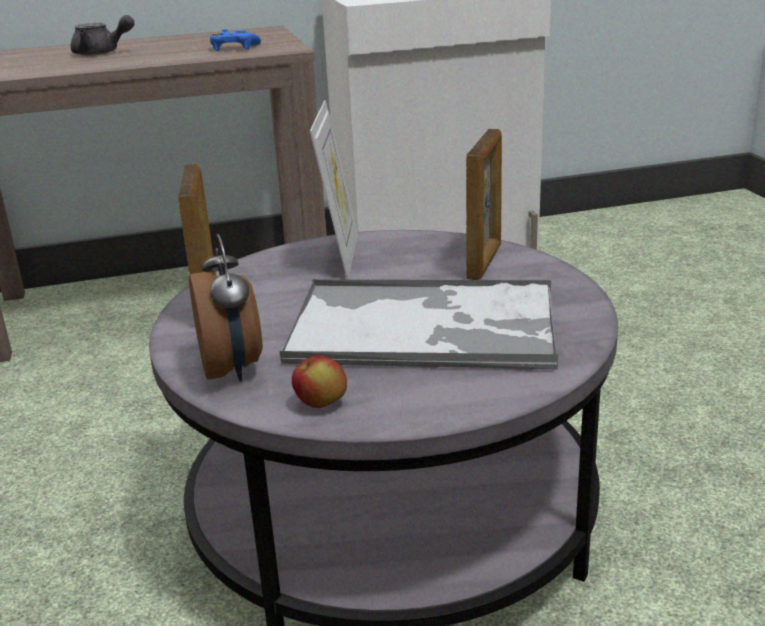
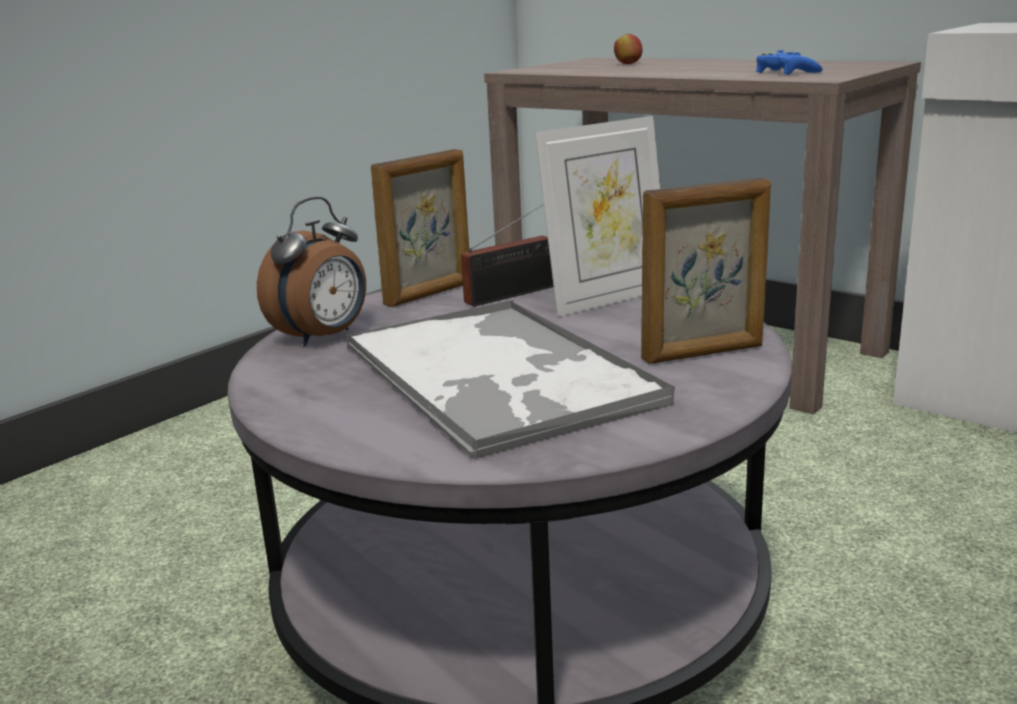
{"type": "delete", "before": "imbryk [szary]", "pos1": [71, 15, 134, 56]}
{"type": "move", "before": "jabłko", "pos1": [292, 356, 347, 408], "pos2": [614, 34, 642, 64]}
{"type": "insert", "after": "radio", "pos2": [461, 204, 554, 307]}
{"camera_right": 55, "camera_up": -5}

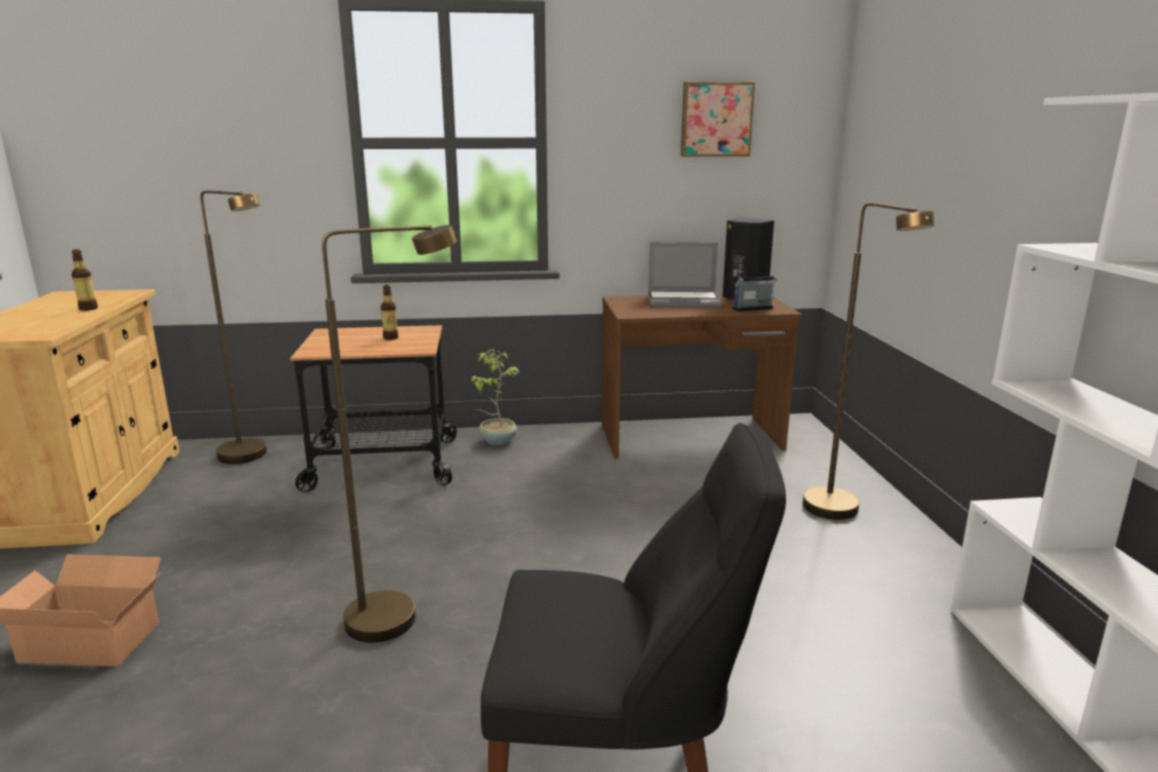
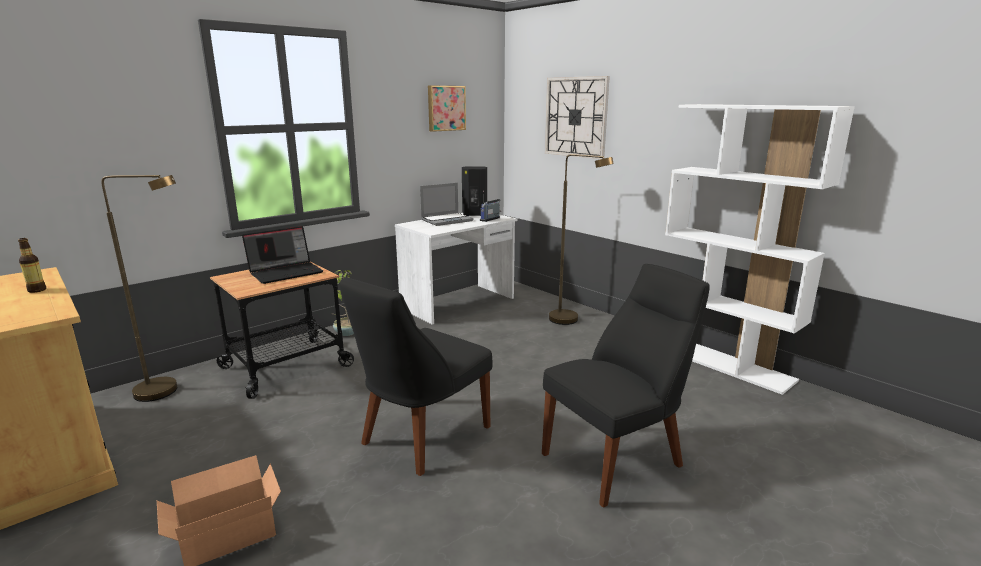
{"type": "replace", "before": "lampa stojąca [brązowy]", "after": "krzesło [czarny]", "pos1": [322, 225, 457, 642], "pos2": [340, 278, 493, 476]}
{"type": "replace", "before": "butelka", "after": "laptop", "pos1": [381, 285, 398, 340], "pos2": [242, 226, 323, 284]}
{"type": "recolor", "before": "biurko [brązowy]", "after": "biurko [biały]", "pos1": [602, 294, 802, 459], "pos2": [395, 213, 518, 325]}
{"type": "insert", "after": "zegar ścienny", "pos2": [545, 76, 610, 159]}
{"camera_right": -35, "camera_up": 0}

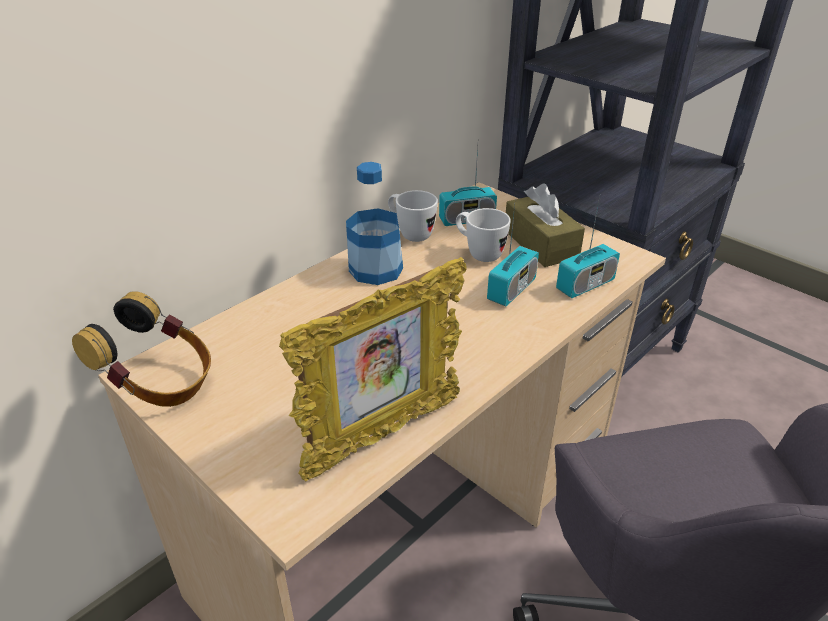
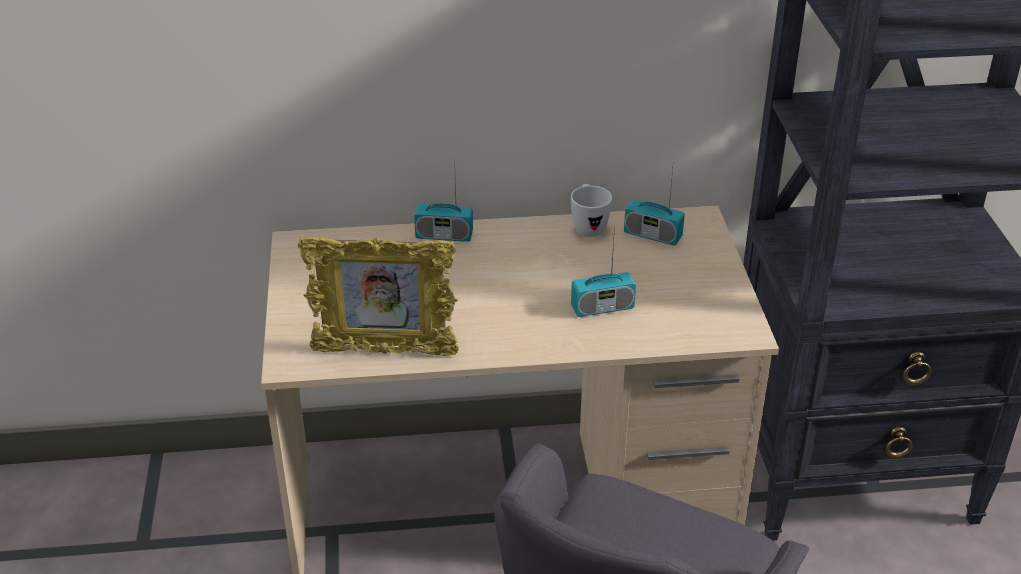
{"type": "delete", "before": "słuchawki", "pos1": [72, 291, 211, 407]}
{"type": "delete", "before": "butelka", "pos1": [346, 162, 403, 285]}
{"type": "delete", "before": "kubek [biały]", "pos1": [456, 208, 511, 262]}
{"type": "delete", "before": "pudełko chusteczek [brązowy]", "pos1": [506, 183, 585, 267]}
{"type": "move", "before": "radio", "pos1": [556, 196, 620, 298], "pos2": [414, 159, 473, 242]}
{"camera_right": 40, "camera_up": 0}

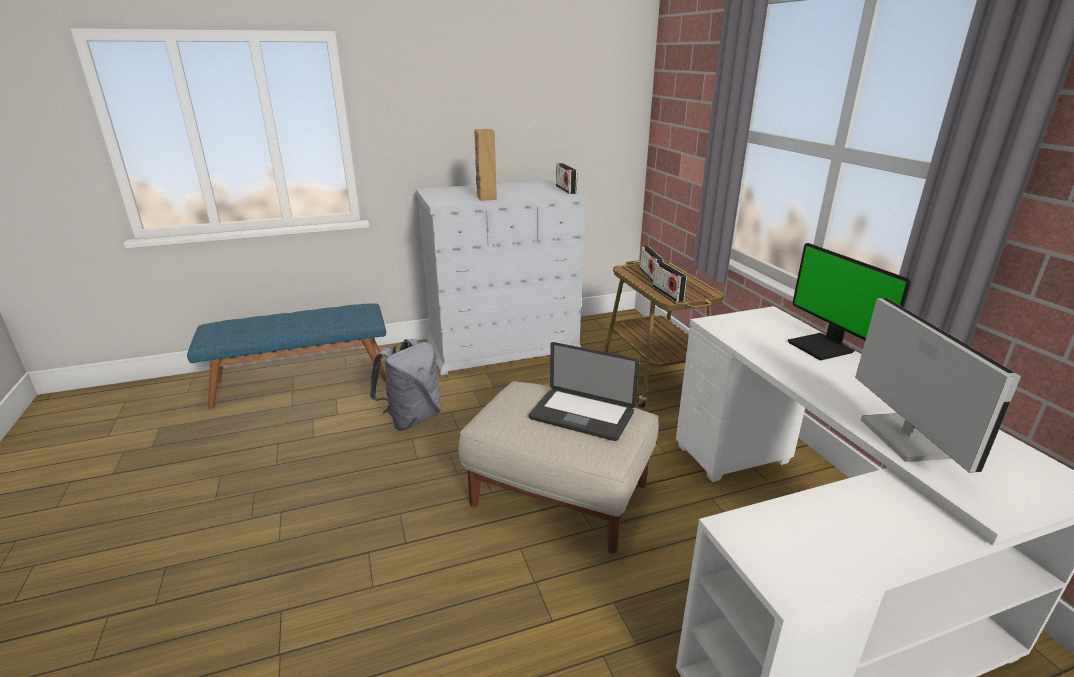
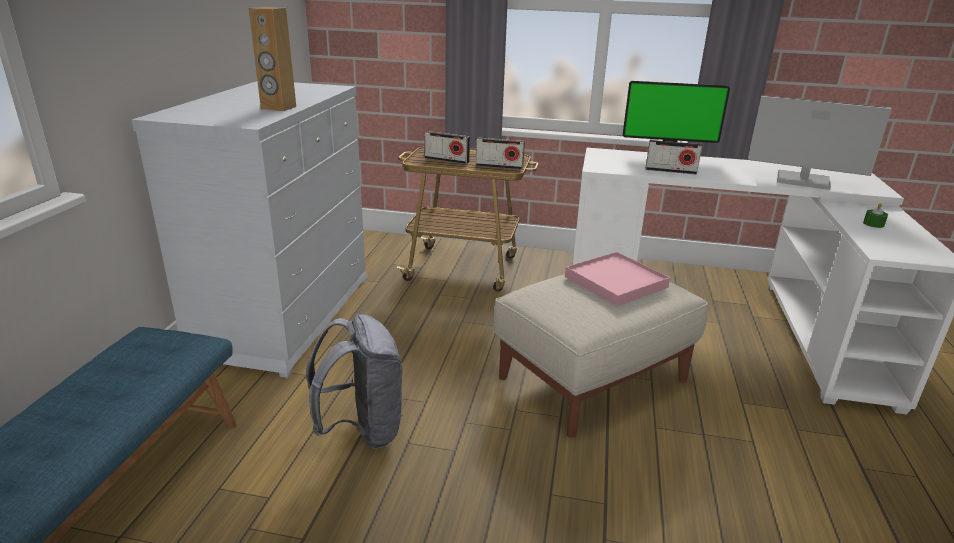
{"type": "replace", "before": "laptop", "after": "taca [różowy]", "pos1": [529, 342, 639, 441], "pos2": [565, 252, 670, 306]}
{"type": "move", "before": "radio", "pos1": [556, 163, 577, 194], "pos2": [646, 140, 702, 174]}
{"type": "insert", "after": "świeca [zielony]", "pos2": [863, 203, 888, 228]}
{"camera_right": -60, "camera_up": 0}

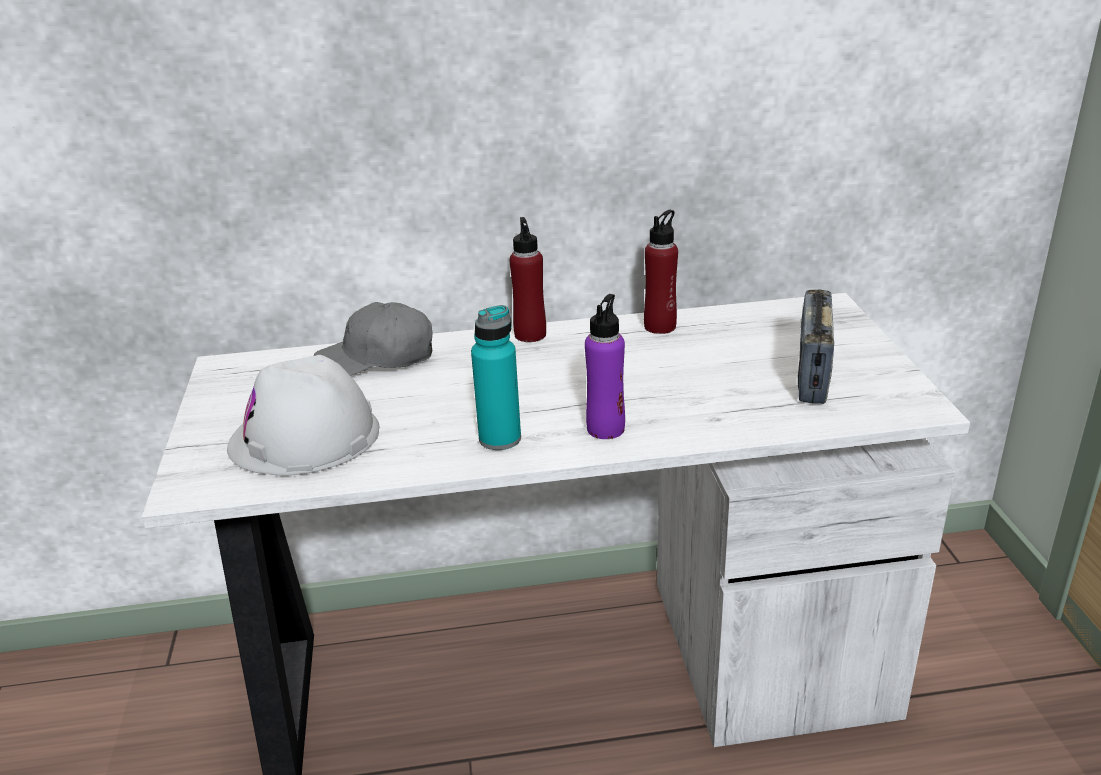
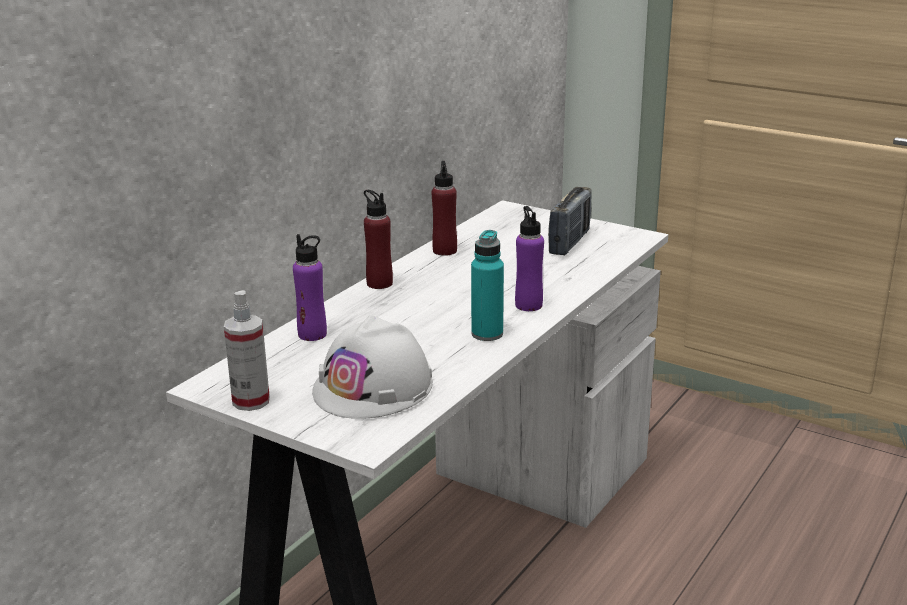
{"type": "replace", "before": "czapka z daszkiem [szary]", "after": "butelka [fioletowy]", "pos1": [314, 302, 432, 376], "pos2": [293, 234, 327, 341]}
{"type": "rotate", "before": "radio", "pos1": [798, 290, 834, 404], "pos2": [548, 187, 592, 255], "turn": -120}
{"type": "insert", "after": "spryskiwacz", "pos2": [224, 290, 270, 411]}
{"camera_right": -50, "camera_up": -5}

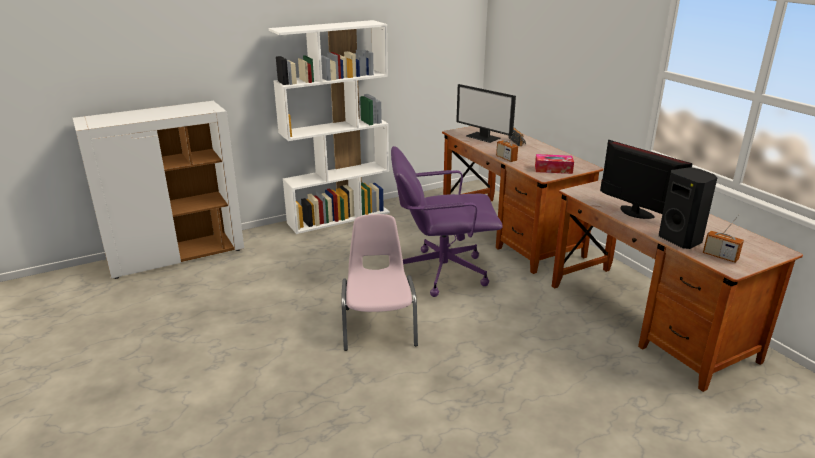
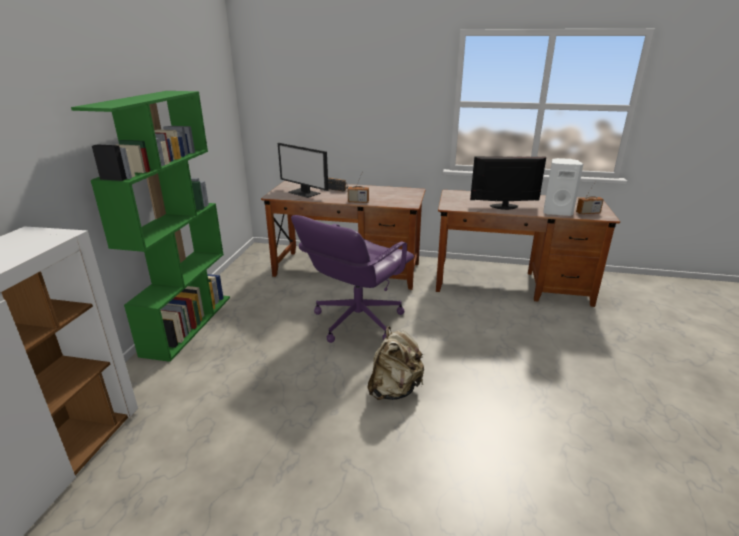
{"type": "recolor", "before": "regał [biały]", "after": "regał [zielony]", "pos1": [269, 20, 390, 234], "pos2": [71, 91, 230, 362]}
{"type": "replace", "before": "krzesło [różowy]", "after": "plecak [beżowy]", "pos1": [341, 214, 418, 351], "pos2": [367, 326, 424, 400]}
{"type": "rotate", "before": "monitor", "pos1": [456, 84, 516, 143], "pos2": [278, 143, 328, 198], "turn": 45}
{"type": "delete", "before": "pudełko chusteczek", "pos1": [535, 154, 574, 174]}
{"type": "recolor", "before": "głośnik [czarny]", "after": "głośnik [biały]", "pos1": [659, 167, 717, 249], "pos2": [543, 158, 583, 216]}
{"camera_right": -50, "camera_up": 0}

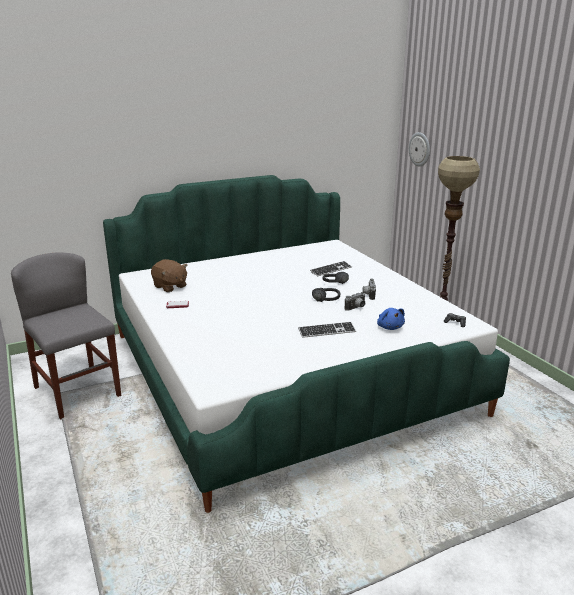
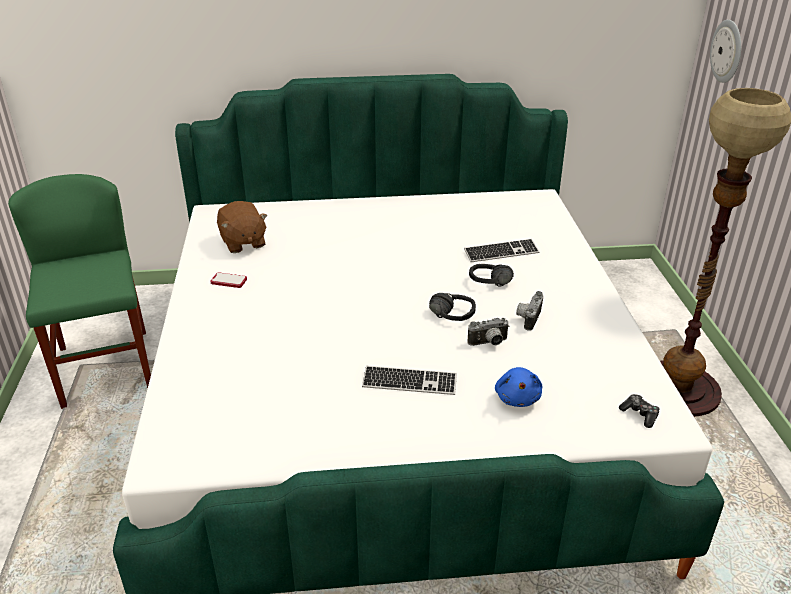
{"type": "recolor", "before": "krzesło [szary]", "after": "krzesło [zielony]", "pos1": [11, 253, 121, 420], "pos2": [8, 174, 151, 409]}
{"camera_right": 20, "camera_up": 10}

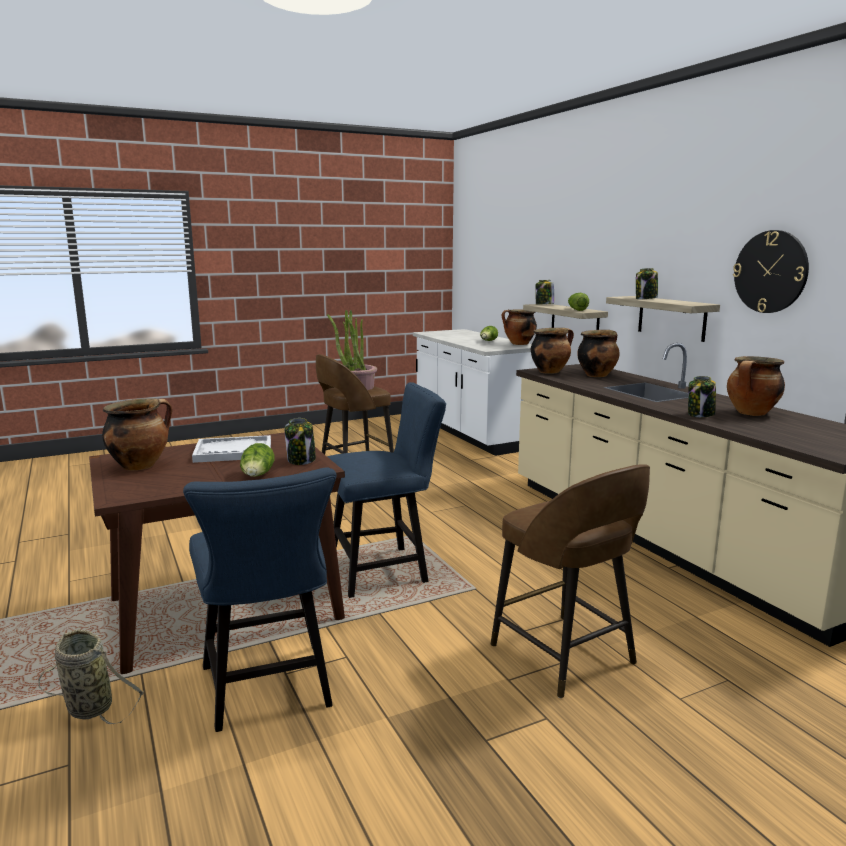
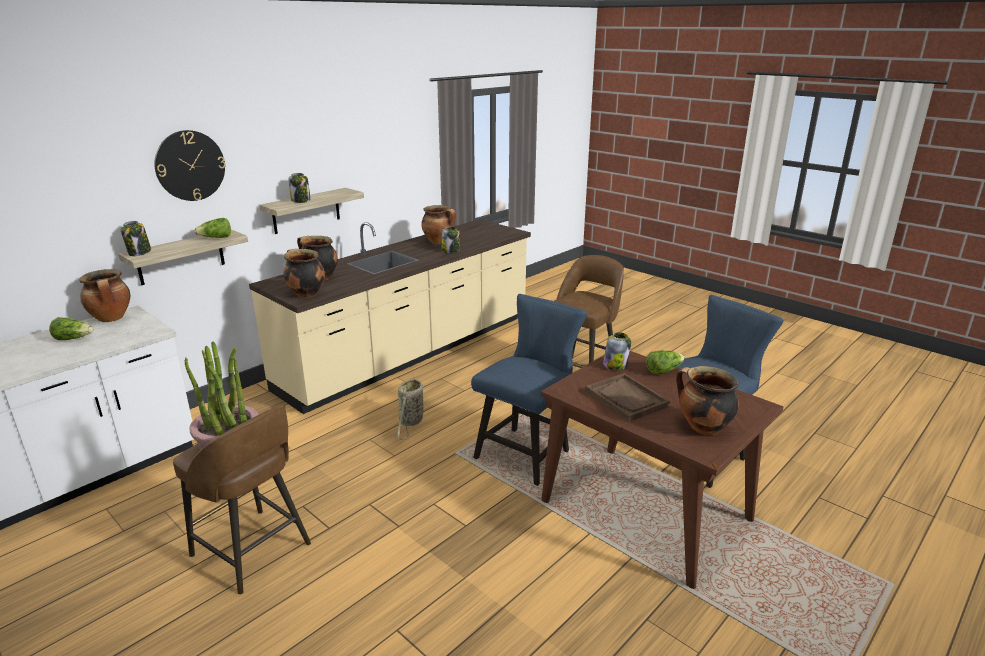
{"type": "move", "before": "koszyk", "pos1": [38, 629, 144, 724], "pos2": [397, 377, 423, 440]}
{"type": "recolor", "before": "taca [biały]", "after": "taca [brązowy]", "pos1": [192, 435, 271, 463], "pos2": [585, 373, 670, 422]}
{"type": "rotate", "before": "krzesło [niebieski]", "pos1": [327, 382, 446, 598], "pos2": [471, 294, 587, 486], "turn": 75}
{"type": "move", "before": "zegar ścienny", "pos1": [733, 230, 809, 313], "pos2": [154, 130, 226, 201]}
{"camera_right": -110, "camera_up": 10}

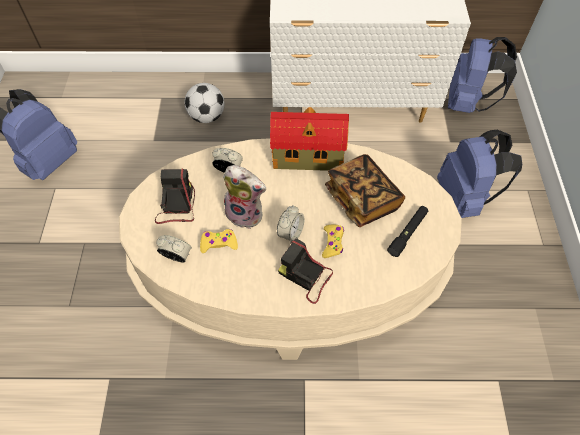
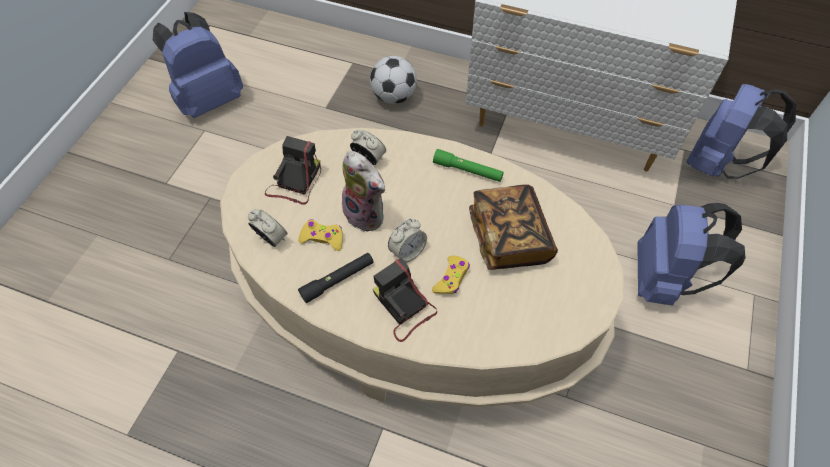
{"type": "replace", "before": "domek", "after": "latarka [zielony]", "pos1": [270, 107, 349, 171], "pos2": [433, 149, 504, 182]}
{"type": "move", "before": "latarka [czarny]", "pos1": [387, 206, 428, 257], "pos2": [298, 253, 374, 303]}
{"camera_right": 20, "camera_up": 0}

